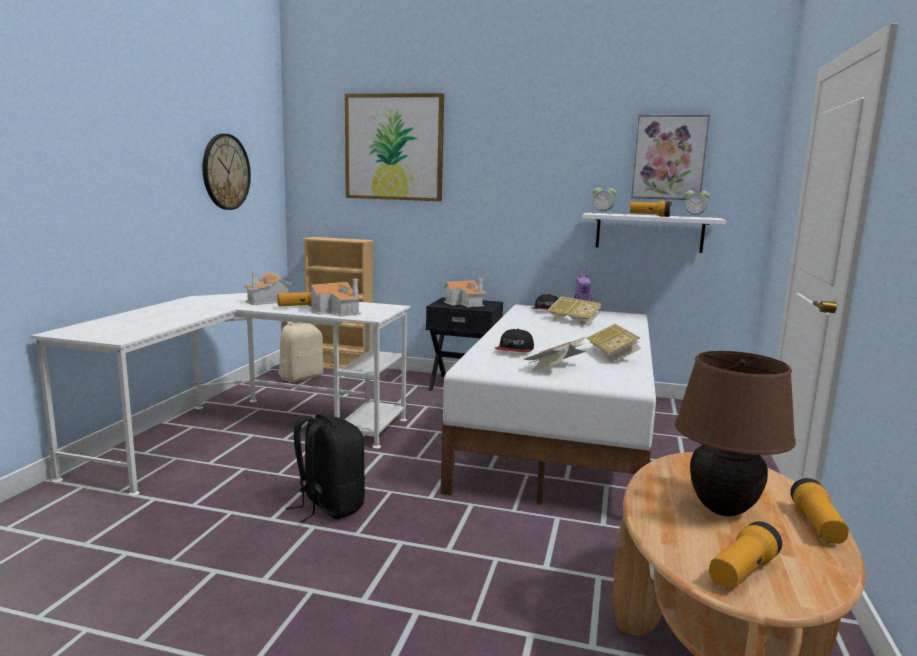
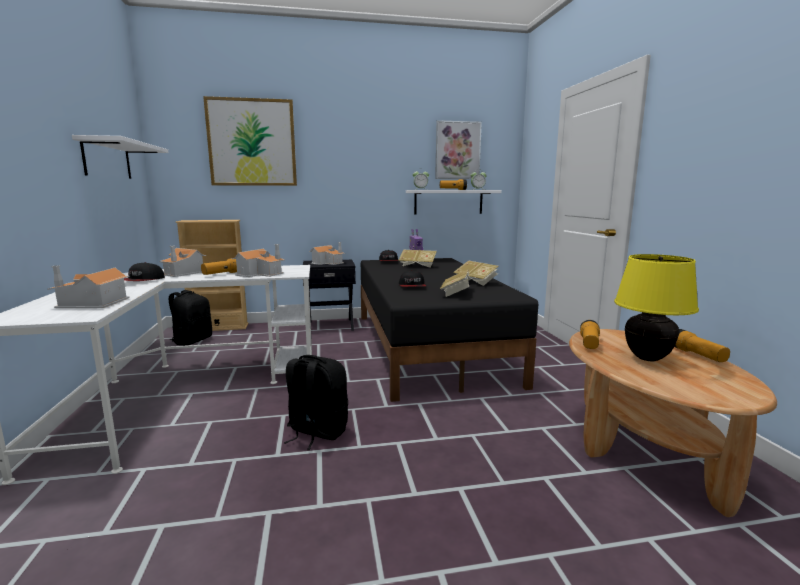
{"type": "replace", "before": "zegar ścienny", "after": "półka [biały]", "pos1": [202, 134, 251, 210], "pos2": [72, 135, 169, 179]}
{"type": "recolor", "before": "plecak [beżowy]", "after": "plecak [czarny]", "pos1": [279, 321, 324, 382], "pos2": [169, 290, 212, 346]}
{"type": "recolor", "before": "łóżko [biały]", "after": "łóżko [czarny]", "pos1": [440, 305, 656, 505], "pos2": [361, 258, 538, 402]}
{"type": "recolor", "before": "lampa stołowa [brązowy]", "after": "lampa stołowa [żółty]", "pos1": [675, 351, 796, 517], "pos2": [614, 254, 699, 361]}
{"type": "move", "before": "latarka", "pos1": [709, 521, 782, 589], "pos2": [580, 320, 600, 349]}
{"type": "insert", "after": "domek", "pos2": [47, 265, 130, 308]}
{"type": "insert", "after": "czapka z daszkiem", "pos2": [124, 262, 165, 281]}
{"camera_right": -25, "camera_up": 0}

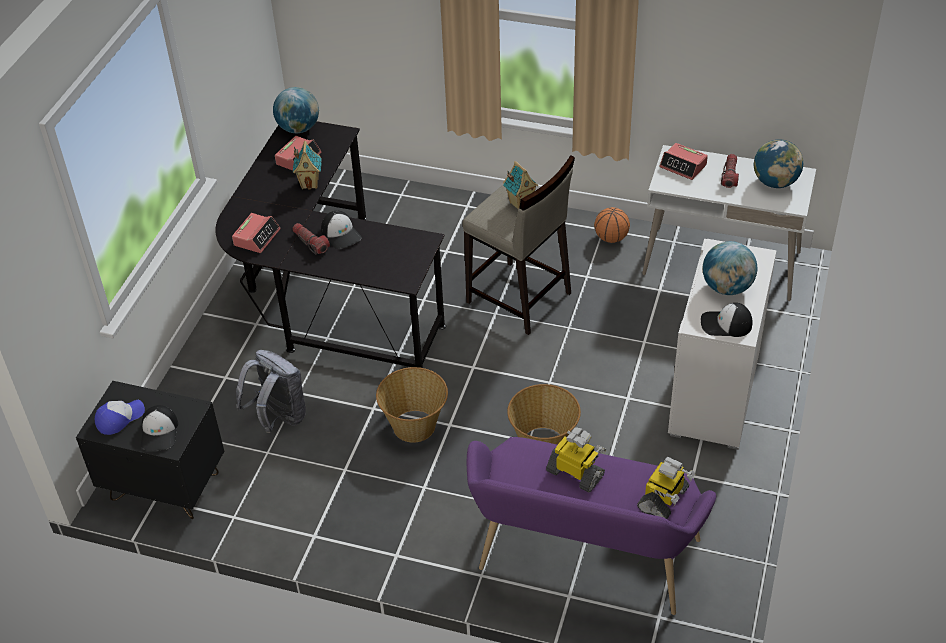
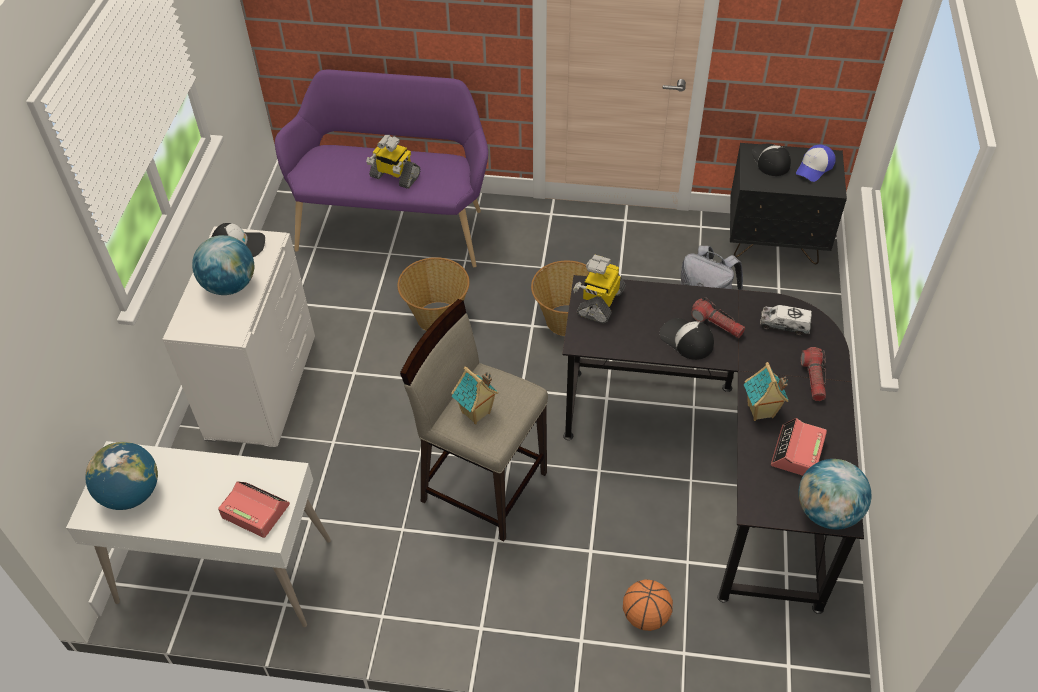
{"type": "replace", "before": "budzik", "after": "ciężarówka zabawkowa", "pos1": [232, 213, 281, 253], "pos2": [760, 305, 812, 335]}
{"type": "move", "before": "piłka do koszykówki", "pos1": [594, 207, 630, 243], "pos2": [623, 579, 673, 631]}
{"type": "move", "before": "robot zabawkowy", "pos1": [637, 457, 695, 519], "pos2": [573, 255, 626, 323]}
{"type": "move", "before": "latarka", "pos1": [721, 154, 739, 188], "pos2": [801, 347, 826, 401]}
{"camera_right": 170, "camera_up": 5}

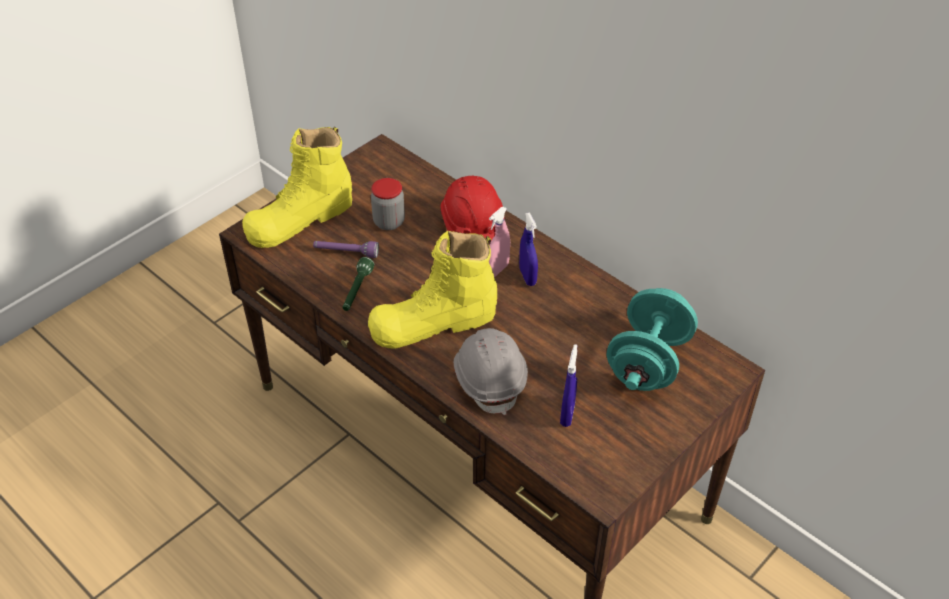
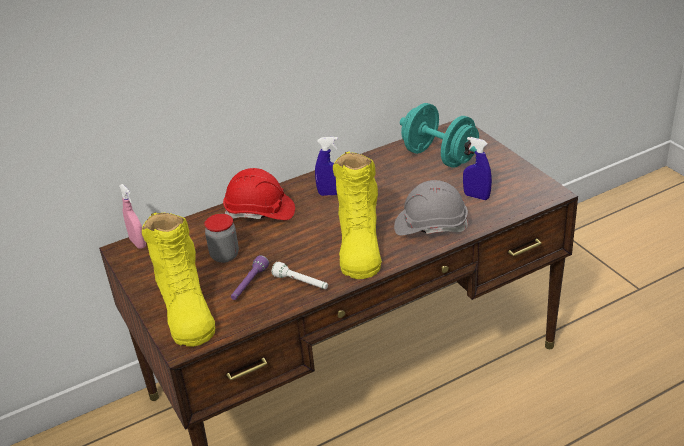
{"type": "recolor", "before": "latarka [zielony]", "after": "latarka [biały]", "pos1": [342, 257, 374, 311], "pos2": [272, 262, 328, 289]}
{"type": "move", "before": "spryskiwacz [różowy]", "pos1": [489, 207, 510, 277], "pos2": [119, 184, 146, 249]}
{"camera_right": -70, "camera_up": -10}

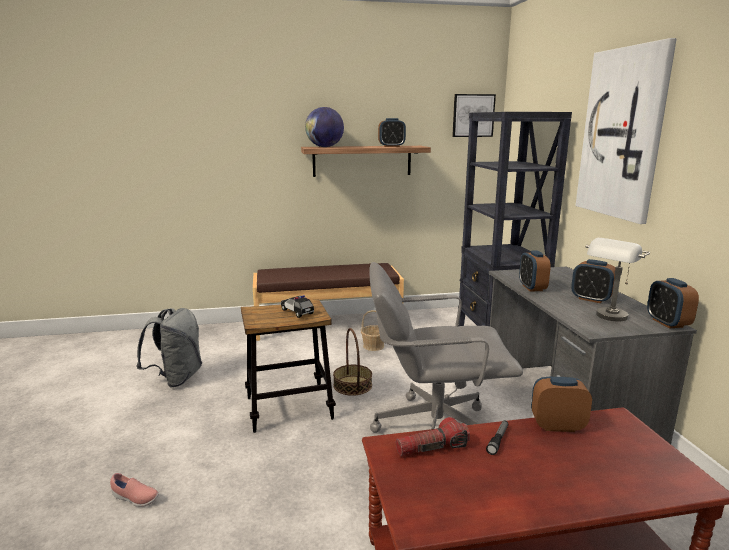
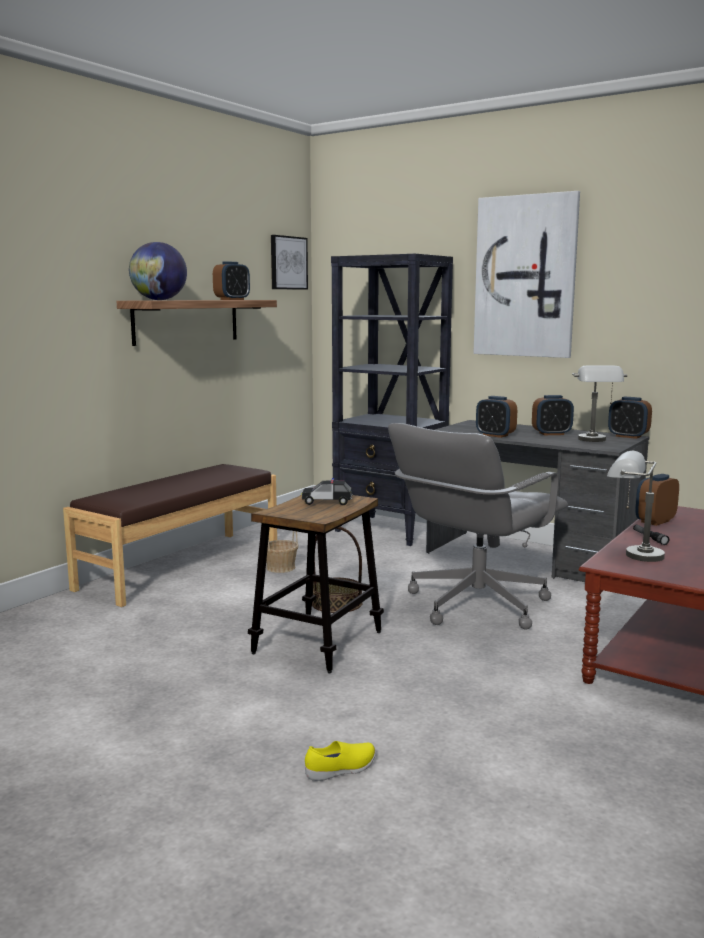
{"type": "recolor", "before": "but [różowy]", "after": "but [żółty]", "pos1": [110, 473, 159, 507], "pos2": [305, 741, 376, 781]}
{"type": "delete", "before": "plecak [szary]", "pos1": [137, 308, 202, 388]}
{"type": "replace", "before": "latarka", "after": "lampa stołowa [szary]", "pos1": [396, 417, 470, 456], "pos2": [607, 451, 665, 562]}
{"camera_right": -45, "camera_up": -5}

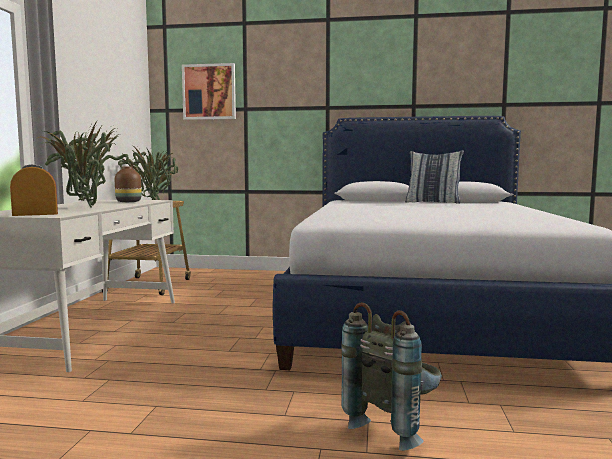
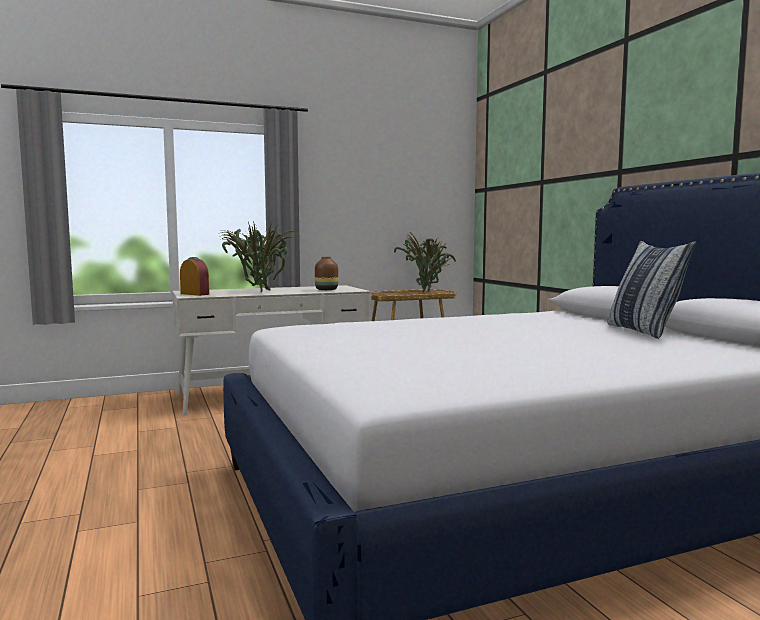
{"type": "delete", "before": "obraz", "pos1": [182, 63, 236, 120]}
{"type": "delete", "before": "plecak [szary]", "pos1": [341, 302, 442, 451]}
{"camera_right": 60, "camera_up": 0}

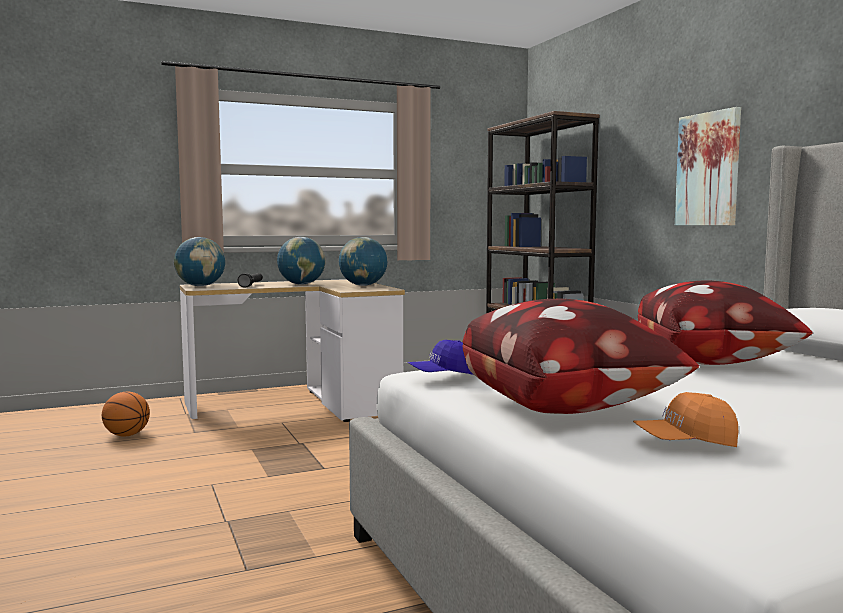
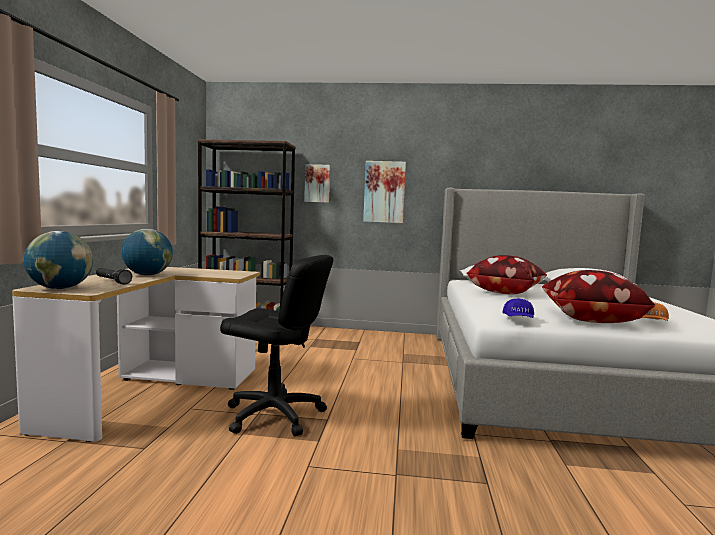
{"type": "delete", "before": "piłka do koszykówki", "pos1": [102, 392, 150, 436]}
{"type": "delete", "before": "globus", "pos1": [339, 237, 387, 286]}
{"type": "insert", "after": "krzesło biurowe [czarny]", "pos2": [220, 255, 333, 436]}
{"type": "insert", "after": "obraz", "pos2": [304, 164, 330, 203]}
{"camera_right": -60, "camera_up": 0}

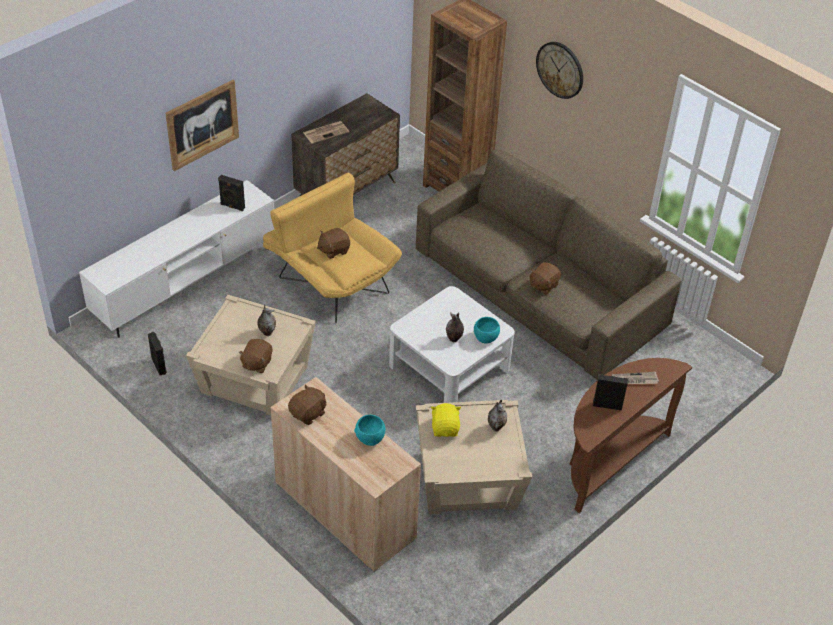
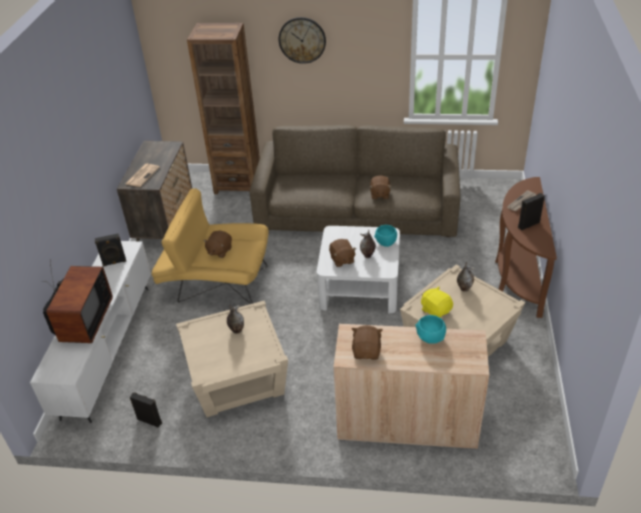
{"type": "delete", "before": "obraz", "pos1": [165, 80, 239, 171]}
{"type": "move", "before": "pluszak [brązowy]", "pos1": [238, 339, 273, 373], "pos2": [329, 239, 356, 267]}
{"type": "insert", "after": "telewizor", "pos2": [41, 259, 113, 343]}
{"camera_right": -35, "camera_up": -5}

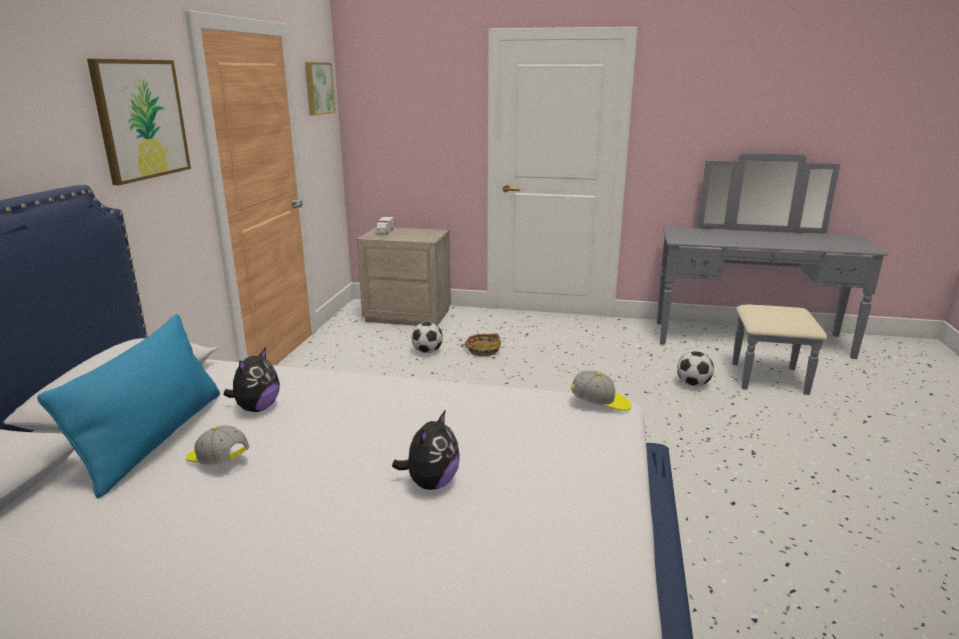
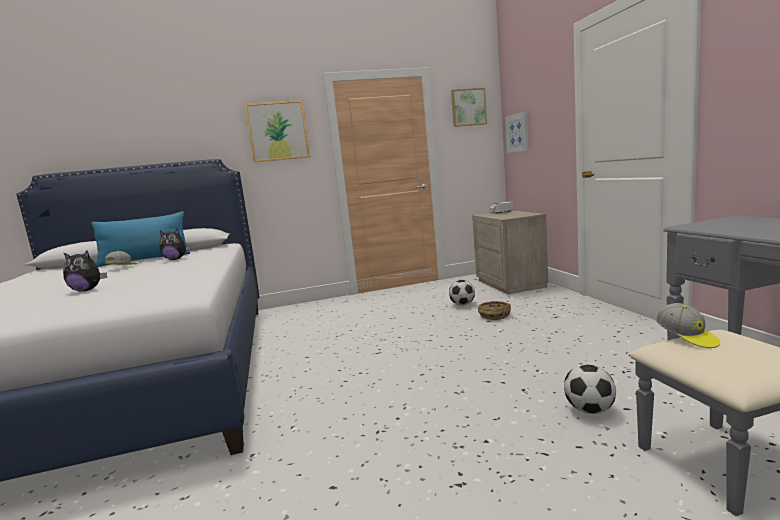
{"type": "move", "before": "czapka z daszkiem", "pos1": [571, 370, 632, 411], "pos2": [656, 303, 720, 348]}
{"type": "insert", "after": "obraz", "pos2": [505, 111, 528, 153]}
{"camera_right": 65, "camera_up": -10}

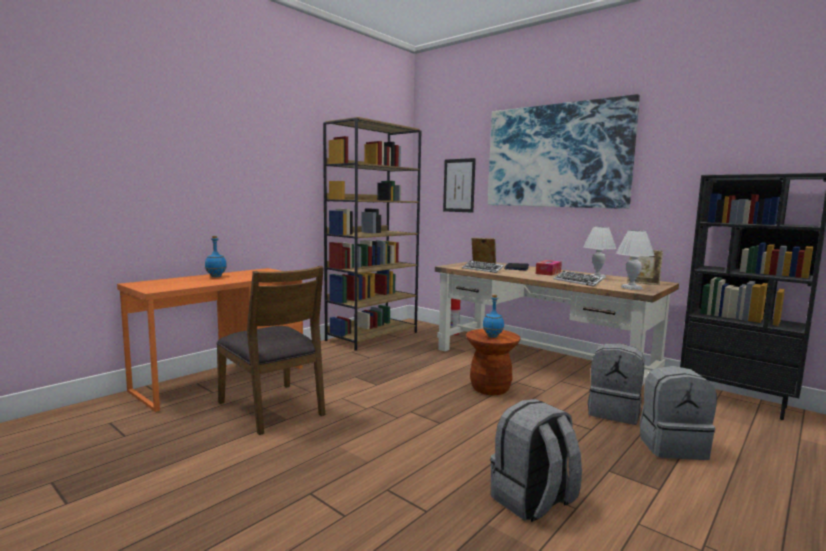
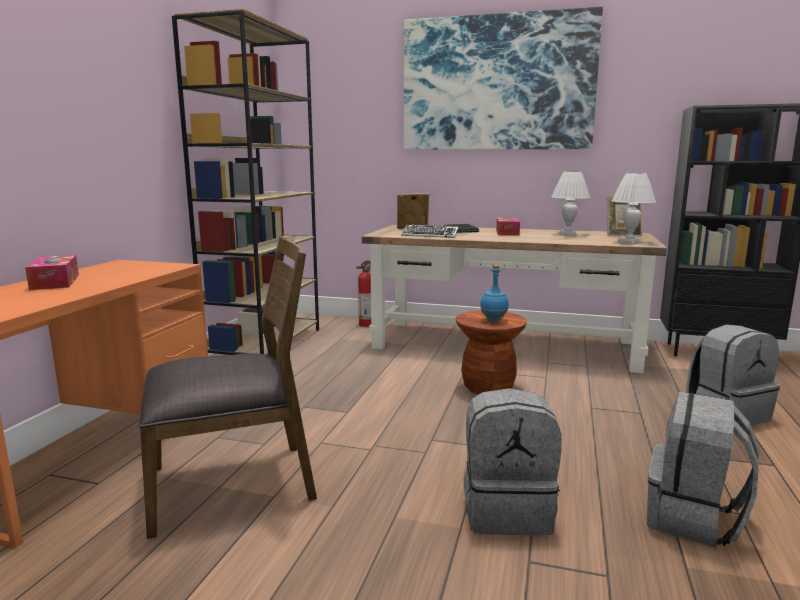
{"type": "replace", "before": "butelka [niebieski]", "after": "pudełko chusteczek", "pos1": [205, 236, 227, 277], "pos2": [25, 255, 79, 290]}
{"type": "rotate", "before": "krzesło [brązowy]", "pos1": [216, 266, 325, 435], "pos2": [139, 237, 317, 539], "turn": -45}
{"type": "delete", "before": "obraz", "pos1": [443, 158, 476, 213]}
{"type": "delete", "before": "klawiatura", "pos1": [554, 271, 604, 286]}
{"type": "move", "before": "plecak [szary]", "pos1": [588, 343, 644, 425], "pos2": [463, 388, 562, 535]}
{"camera_right": -25, "camera_up": 5}

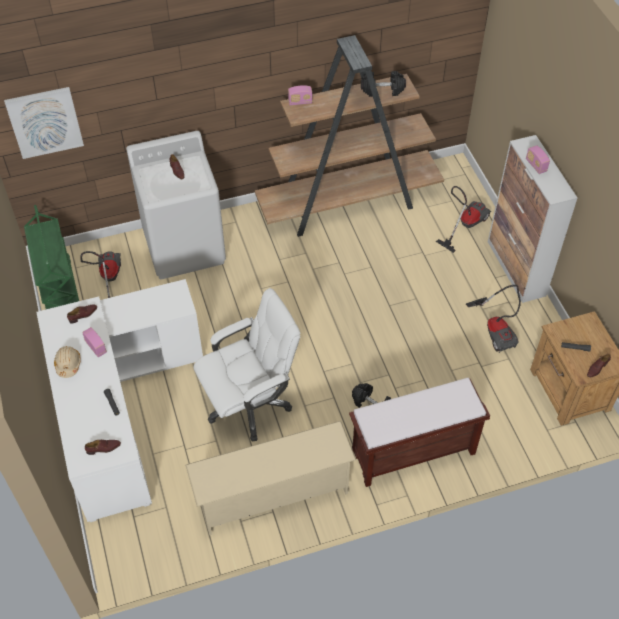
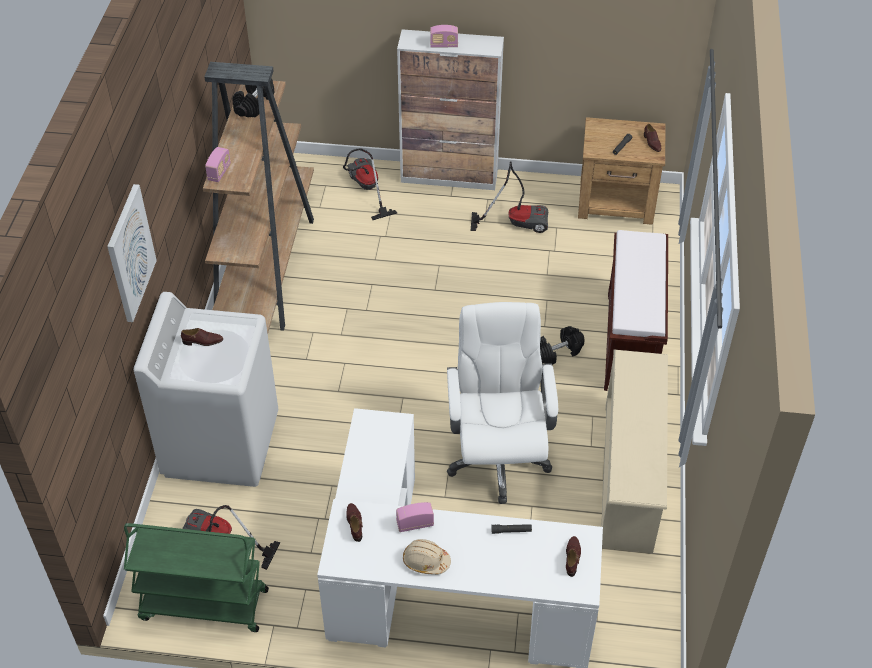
{"type": "move", "before": "obraz", "pos1": [4, 87, 84, 159], "pos2": [107, 184, 157, 322]}
{"camera_right": -65, "camera_up": -5}

